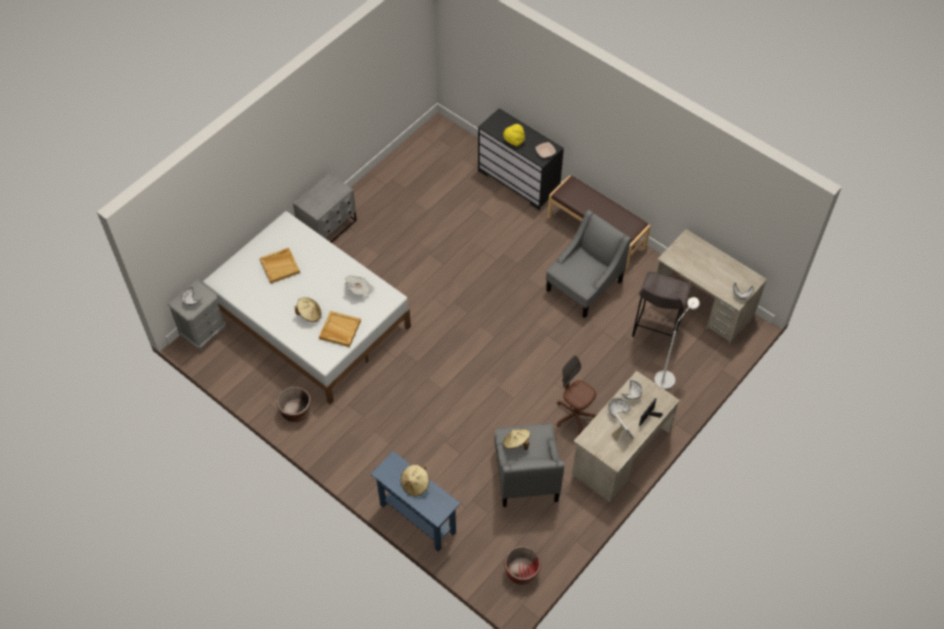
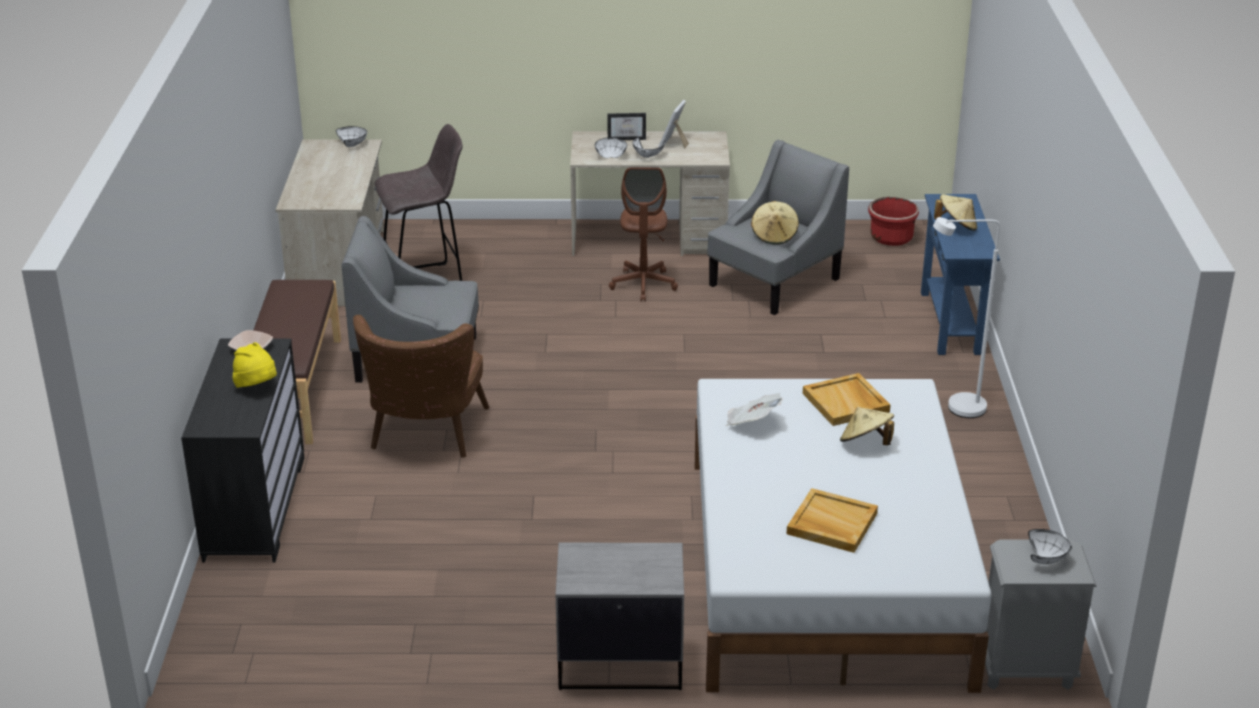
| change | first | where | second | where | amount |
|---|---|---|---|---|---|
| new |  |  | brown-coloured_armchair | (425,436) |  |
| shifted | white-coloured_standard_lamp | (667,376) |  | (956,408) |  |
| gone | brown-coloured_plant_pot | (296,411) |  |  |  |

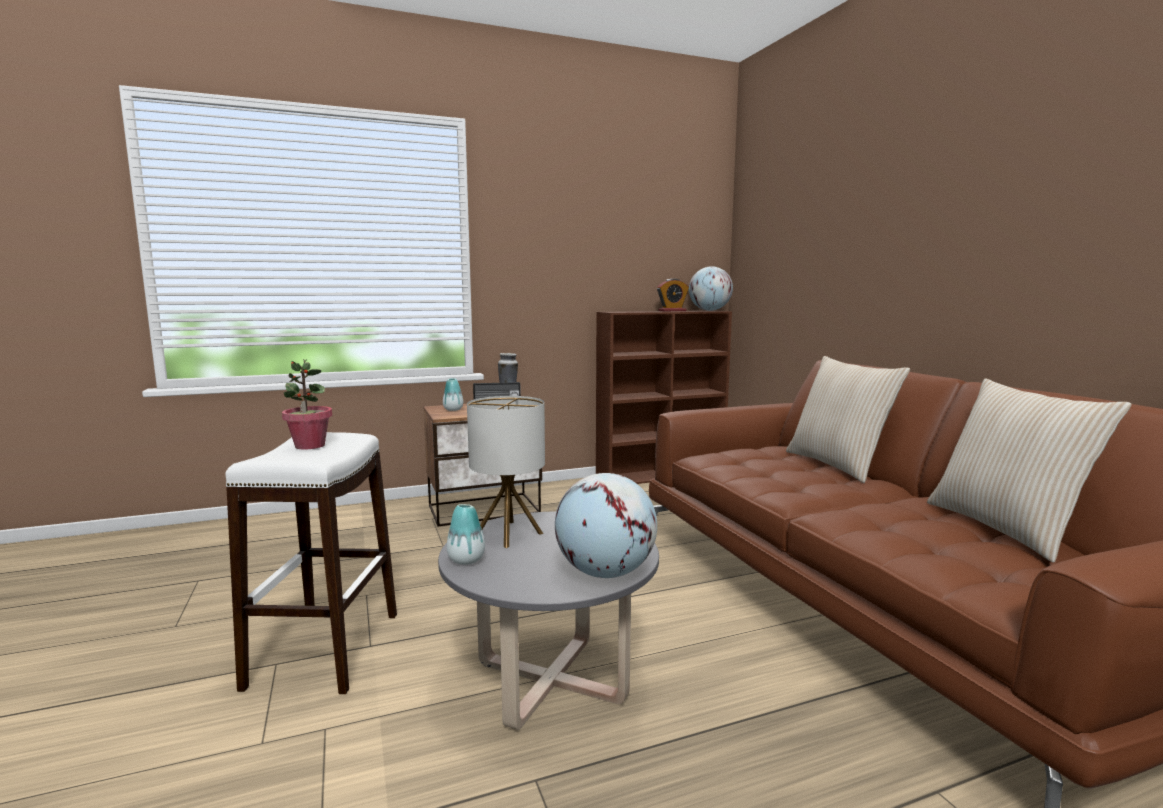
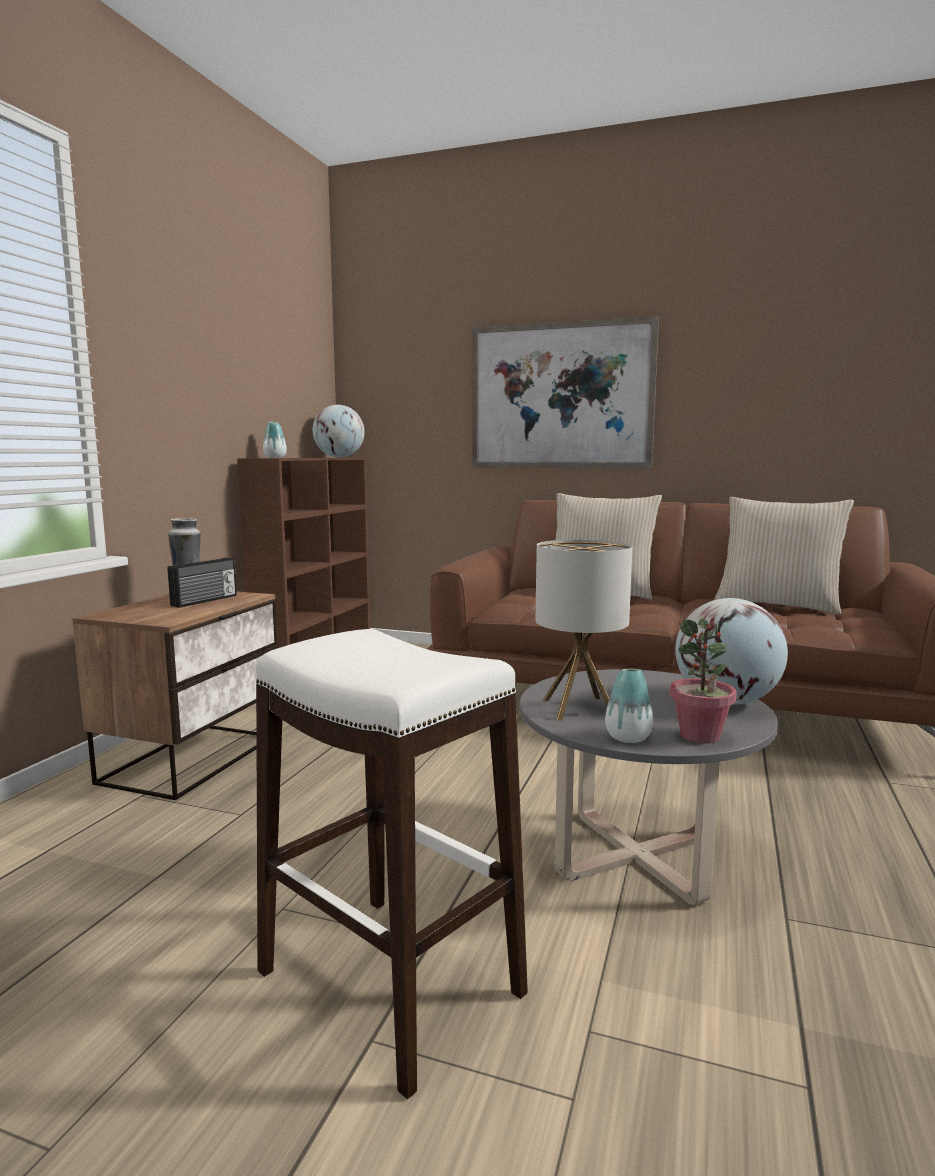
| change | first | where | second | where | amount |
|---|---|---|---|---|---|
| shifted | vase | (453,409) |  | (275,457) |  |
| new |  |  | wall_picture | (560,396) |  |
| shifted | potted_plant | (309,446) |  | (700,736) |  |
| gone | alarm_clock | (672,311) |  |  |  |

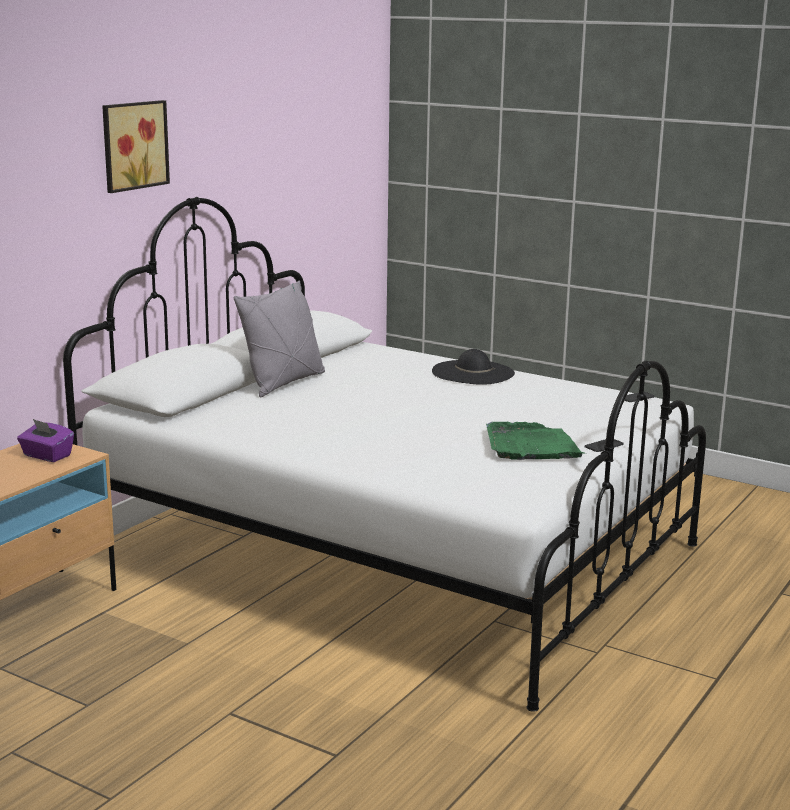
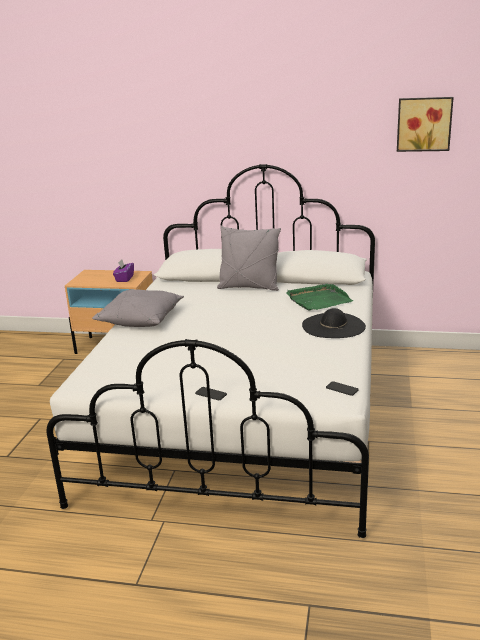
| change | first | where | second | where | amount |
|---|---|---|---|---|---|
| new |  |  | greyish_cushion | (141,319) |  |
| shifted | greenish_tray | (531,446) |  | (318,300) |  |
| shifted | wall_picture | (132,145) |  | (424,124) |  |

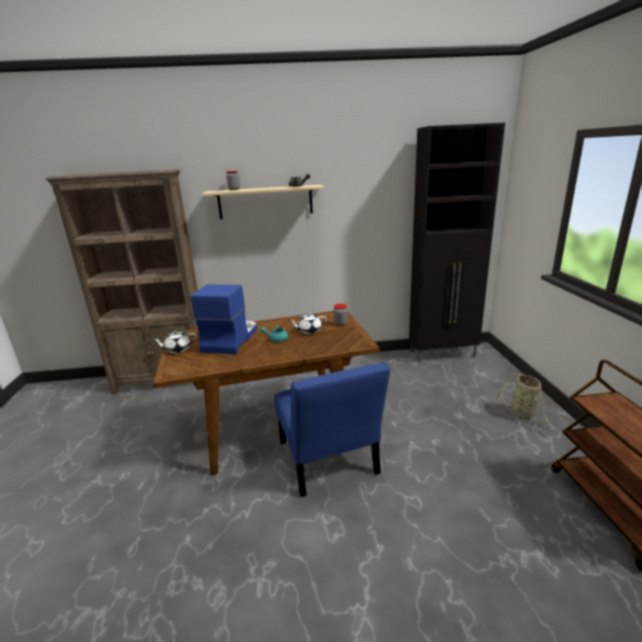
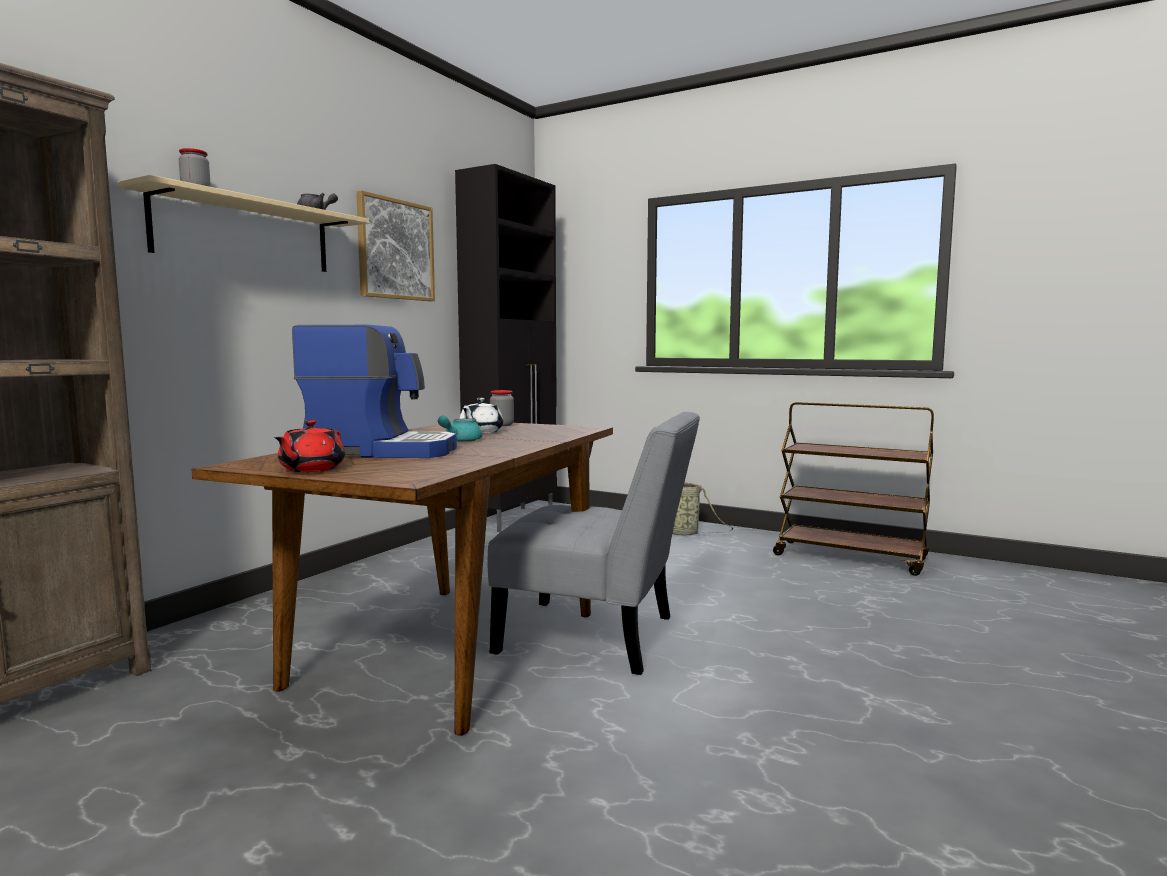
| change | first | where | second | where | amount |
|---|---|---|---|---|---|
| repainted | white-coloured_teapot | (177,349) | red_teapot | (311,469) |  |
| rotated | coffee_machine | (230,340) |  | (381,451) | 135 degrees clockwise |
| new |  |  | wall_picture | (395,249) |  |
| repainted | bluish_chair | (329,461) | greyish_chair | (597,637) |  |

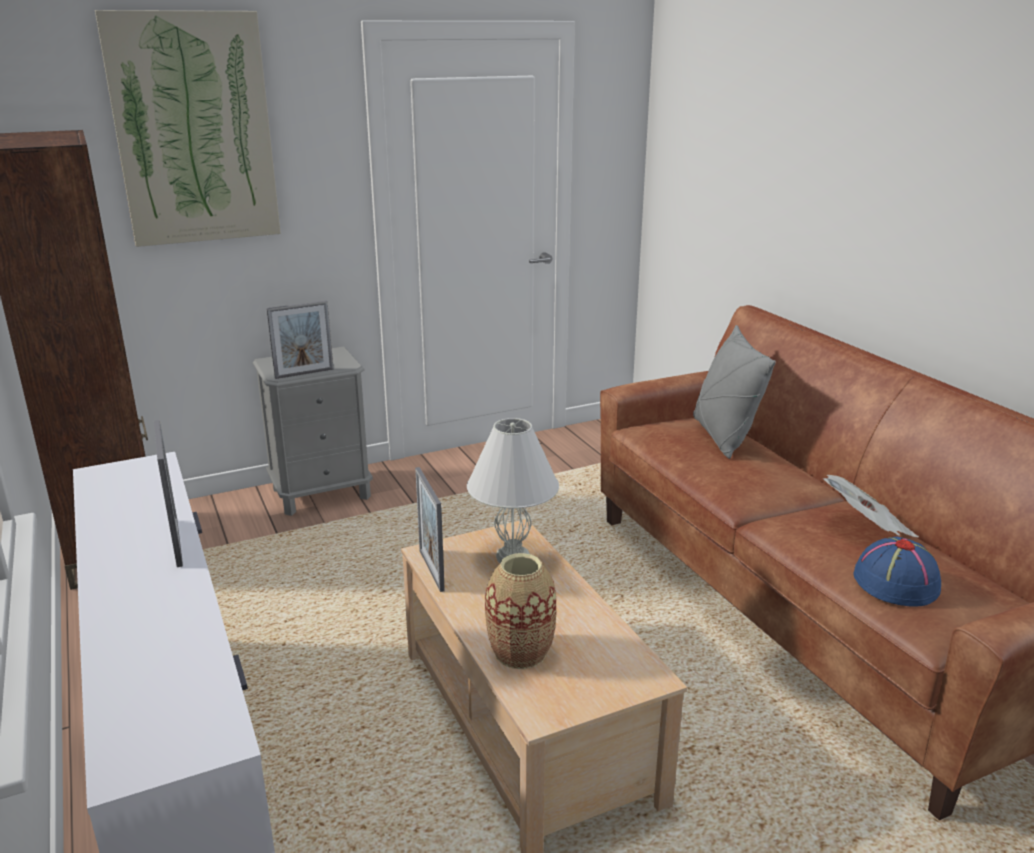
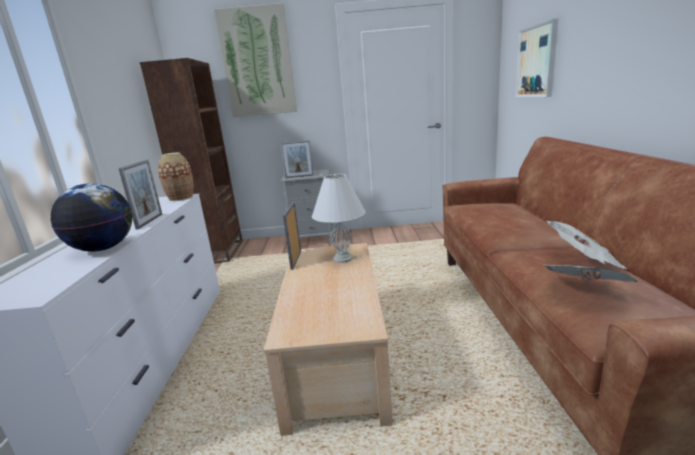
| change | first | where | second | where | amount |
|---|---|---|---|---|---|
| new |  |  | world_globe | (103,248) |  |
| shifted | vase | (520,652) |  | (181,198) |  |
| new |  |  | wall_picture | (536,61) |  |
| swapped | bluish_hat | (895,582) | daily_paper | (585,293) |  |
| gone | greyish_cushion | (723,437) |  |  |  |

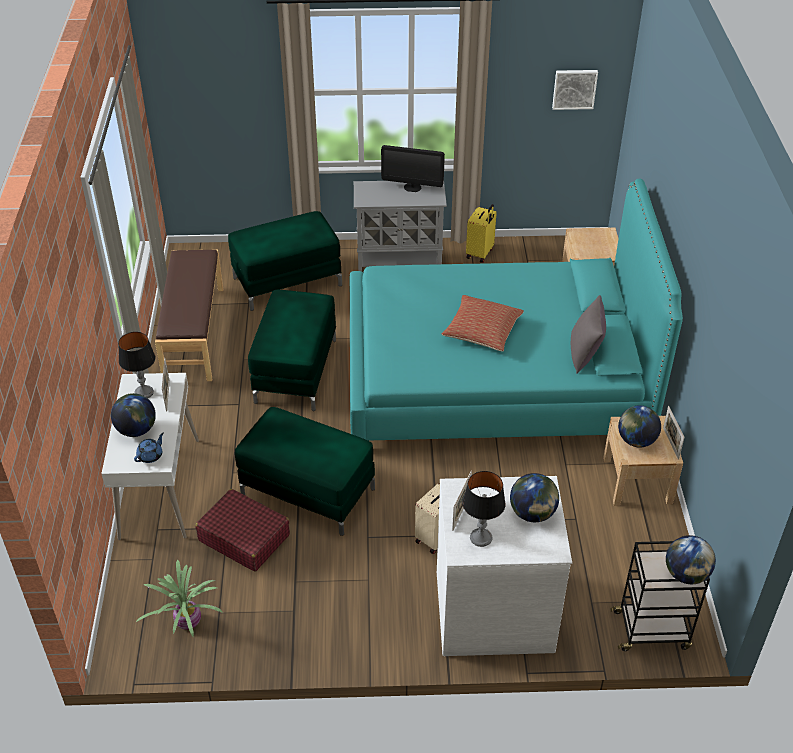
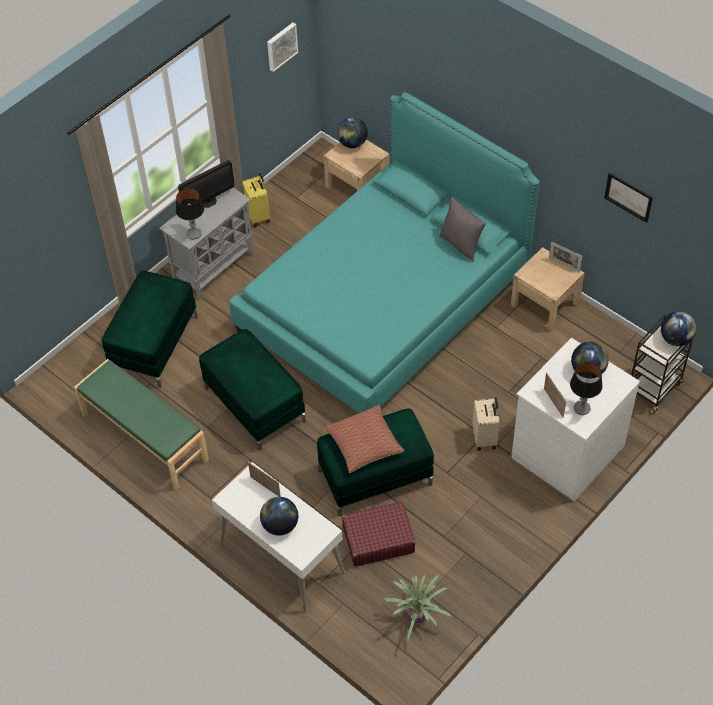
| change | first | where | second | where | amount |
|---|---|---|---|---|---|
| repainted | brown-coloured_long_seat | (193,333) | greenish_long_seat | (144,438) |  |
| shifted | tabletop_lamp | (144,393) |  | (194,234) |  |
| shifted | cushion | (482,331) |  | (364,444) |  |
| shifted | world_globe | (636,440) |  | (352,143) |  |
| new |  |  | wall_picture | (628,197) |  |
| gone | bluish_teapot | (150,455) |  |  |  |

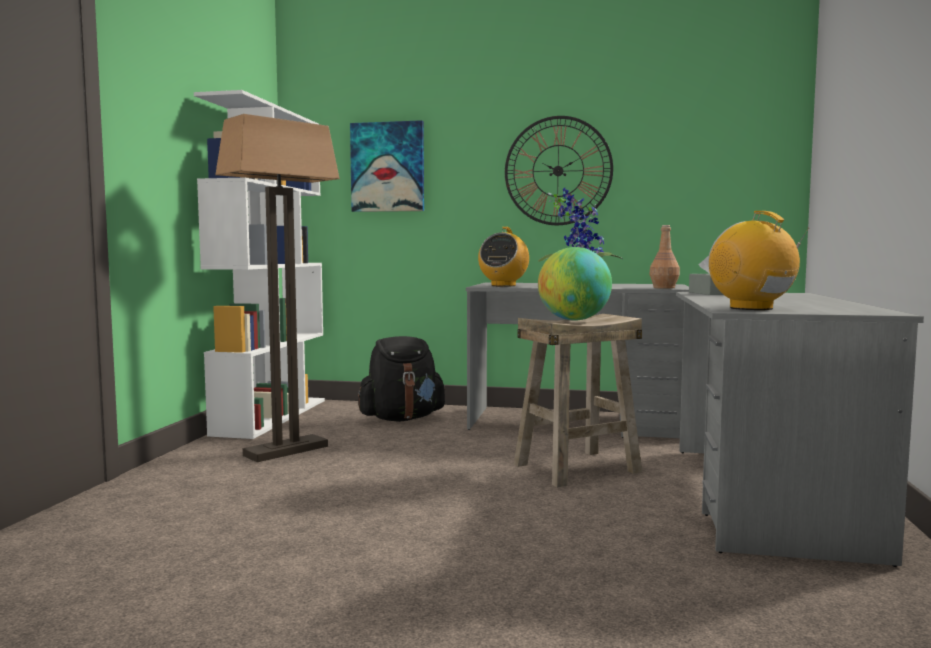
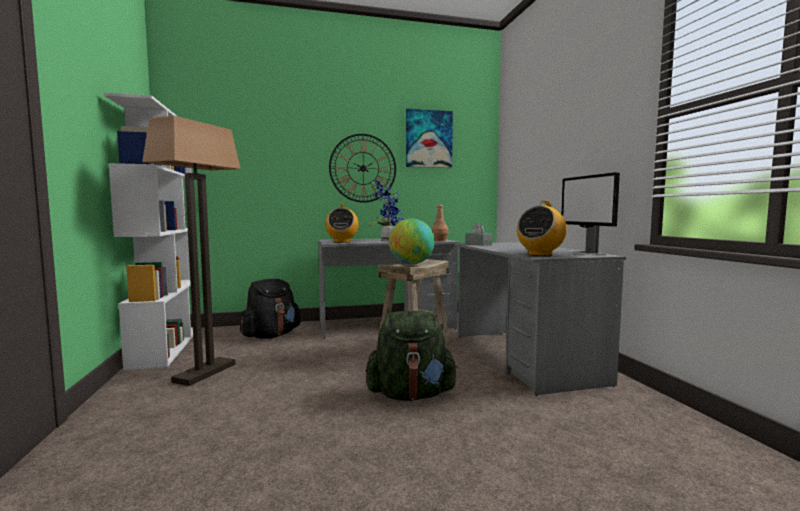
| change | first | where | second | where | amount |
|---|---|---|---|---|---|
| new |  |  | greenish_knapsack | (411,395) |  |
| shifted | wall_picture | (388,167) |  | (428,139) |  |
| rotated | radio_set | (752,308) |  | (540,255) | 90 degrees counterclockwise |
| new |  |  | monitor | (586,253) |  |

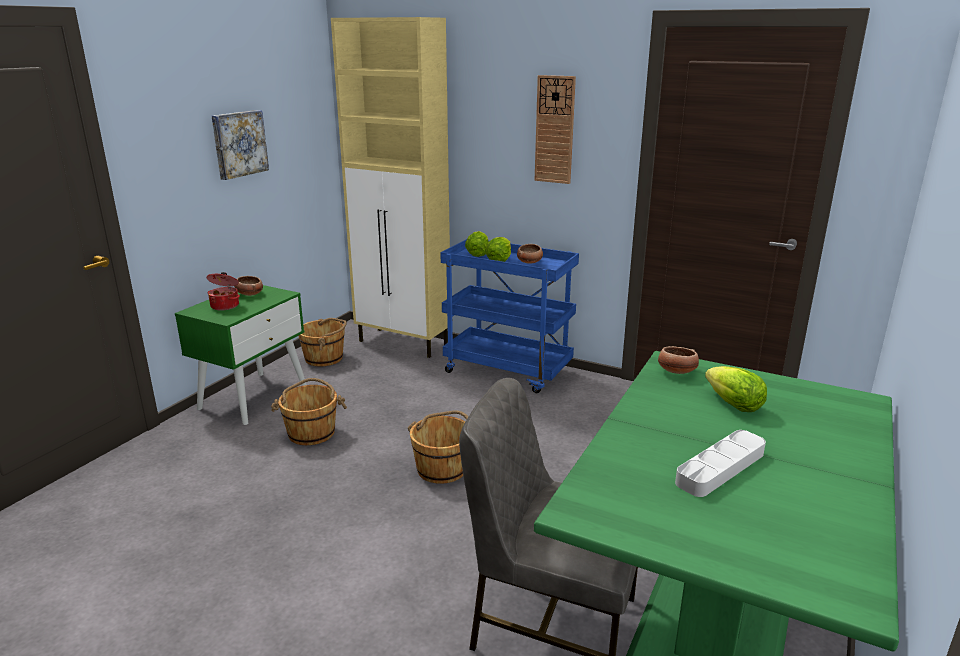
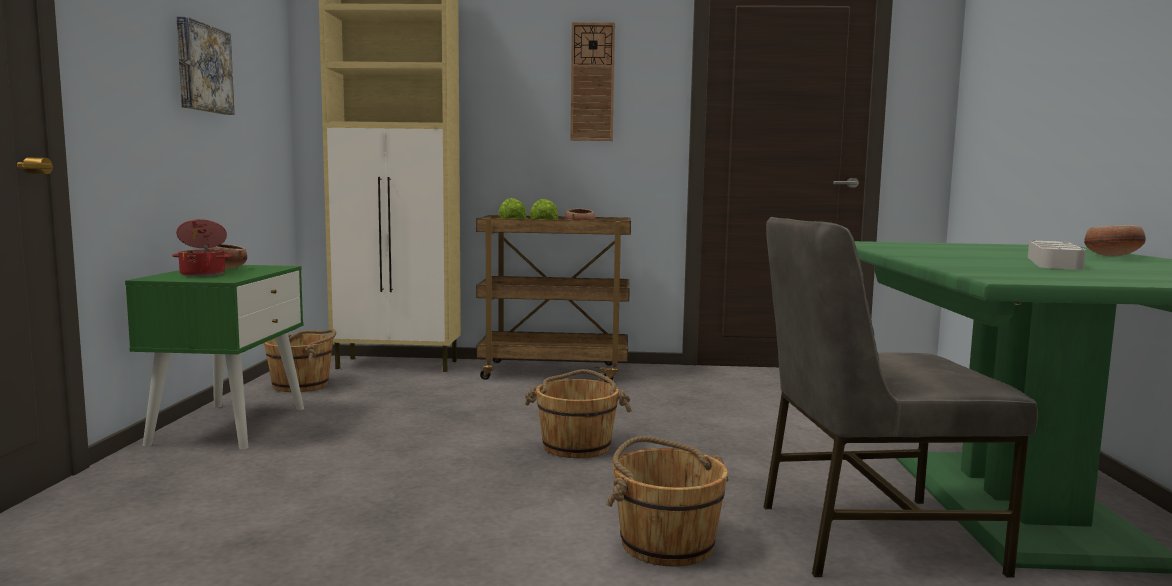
| change | first | where | second | where | amount |
|---|---|---|---|---|---|
| repainted | bluish_trolley | (508,371) | brown-coloured_trolley | (556,371) |  |
| shifted | brown-coloured_bucket | (311,432) |  | (666,543) |  |
| shifted | deep_dish | (676,372) |  | (1112,256) |  |
| gone | head_of_lettuce | (733,405) |  |  |  |

